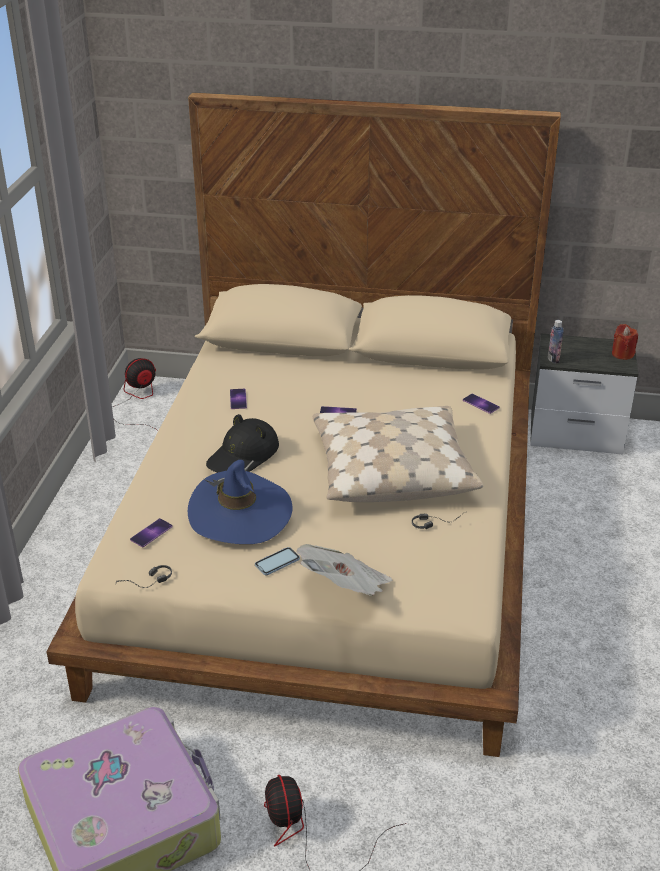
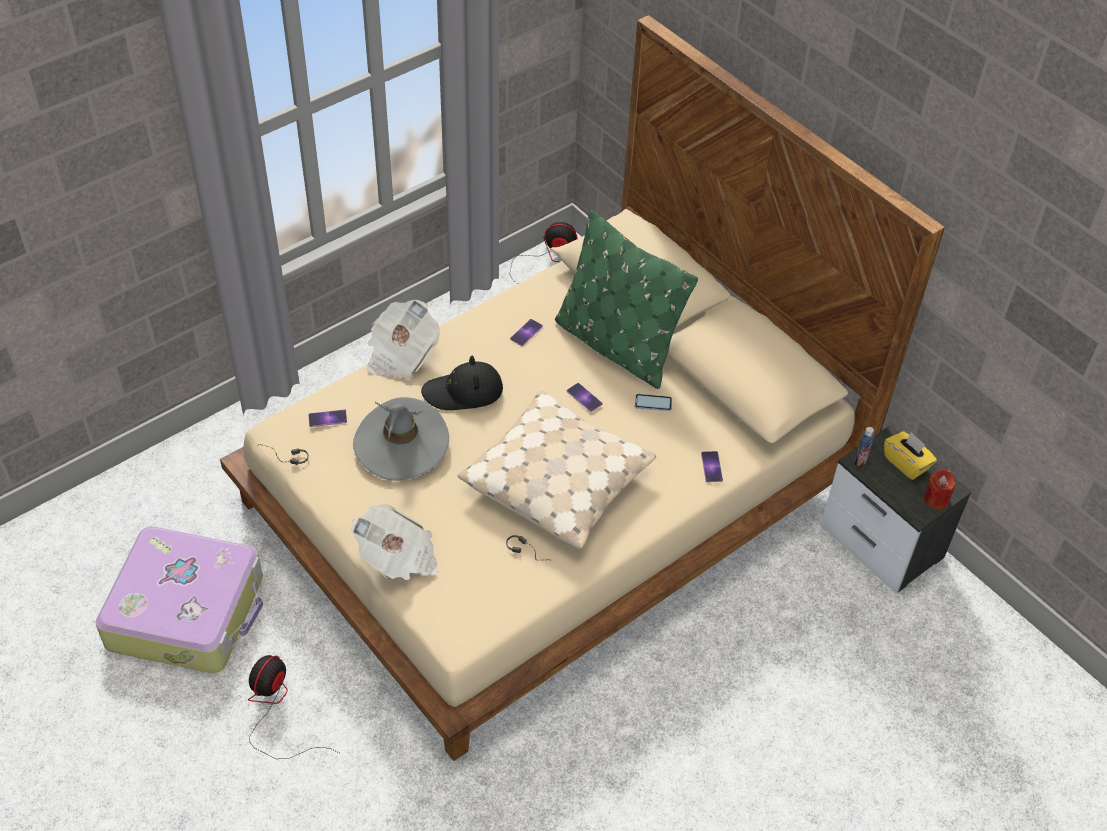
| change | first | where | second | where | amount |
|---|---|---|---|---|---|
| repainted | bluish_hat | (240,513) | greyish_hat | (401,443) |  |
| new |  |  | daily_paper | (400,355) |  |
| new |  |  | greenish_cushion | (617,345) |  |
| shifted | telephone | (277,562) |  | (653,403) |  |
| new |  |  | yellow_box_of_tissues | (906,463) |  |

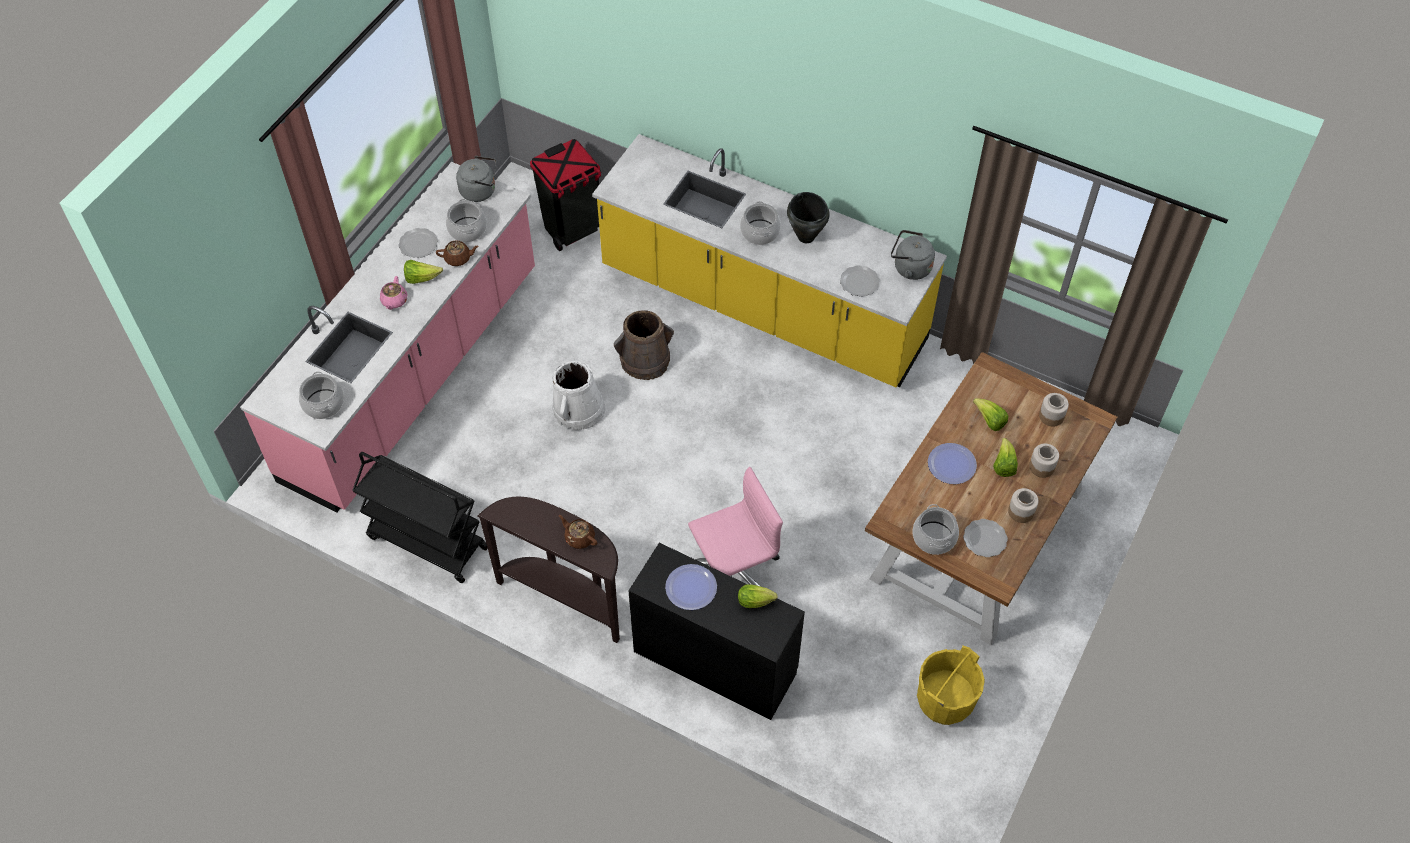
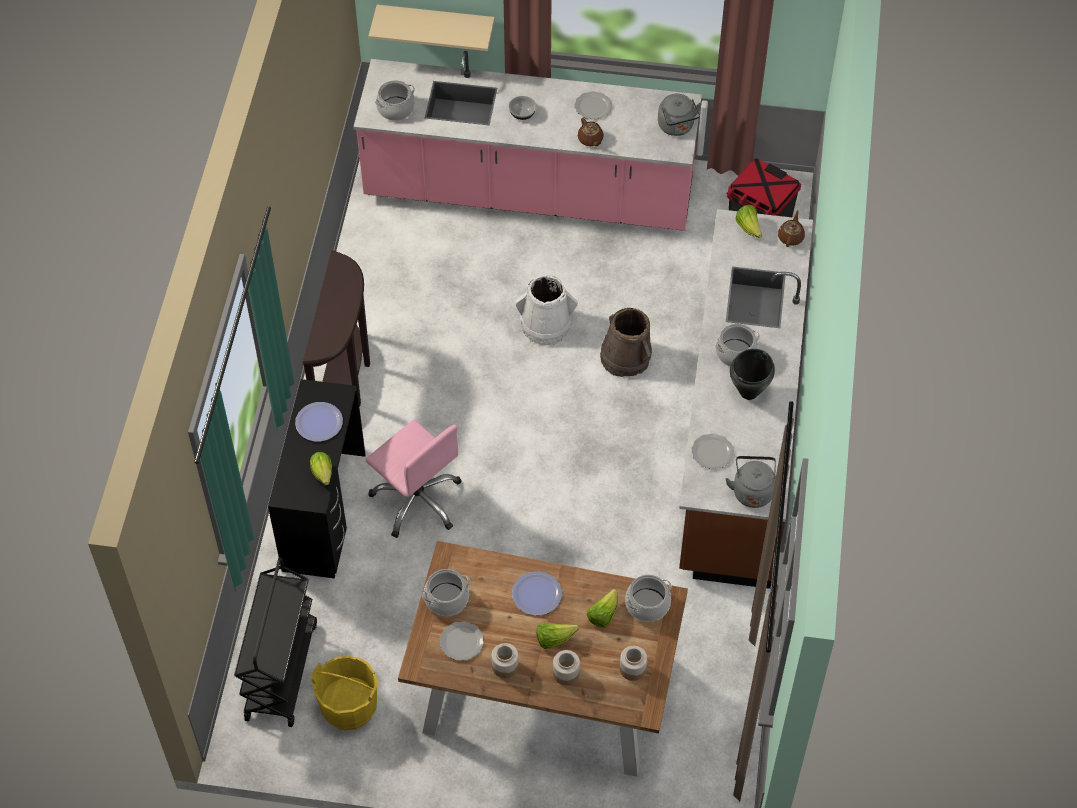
| change | first | where | second | where | amount |
|---|---|---|---|---|---|
| shifted | blackish_trolley | (426,542) |  | (281,670) |  |
| new |  |  | beige_wall_shelf | (436,23) |  |
| swapped | pink-coloured_teapot | (394,301) | deep_dish | (522,114) |  |
| shifted | cooking_pot | (468,229) |  | (647,605) |  |
| repainted | yellow_counter | (762,306) | brown-coloured_counter | (738,432) |  |
| shifted | head_of_lettuce | (421,278) |  | (749,228) |  |
| shifted | brown-coloured_teapot | (579,537) |  | (791,237) |  |

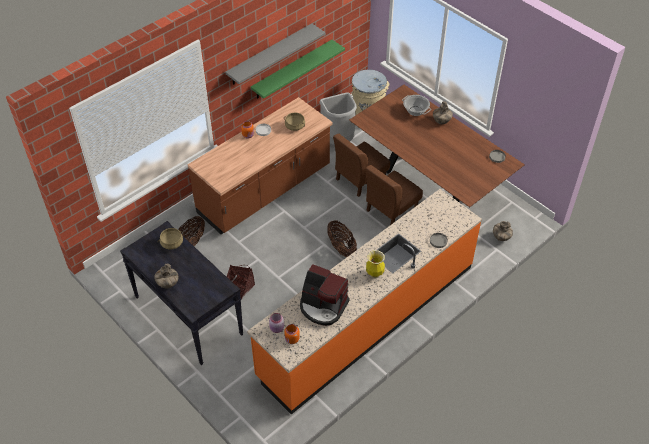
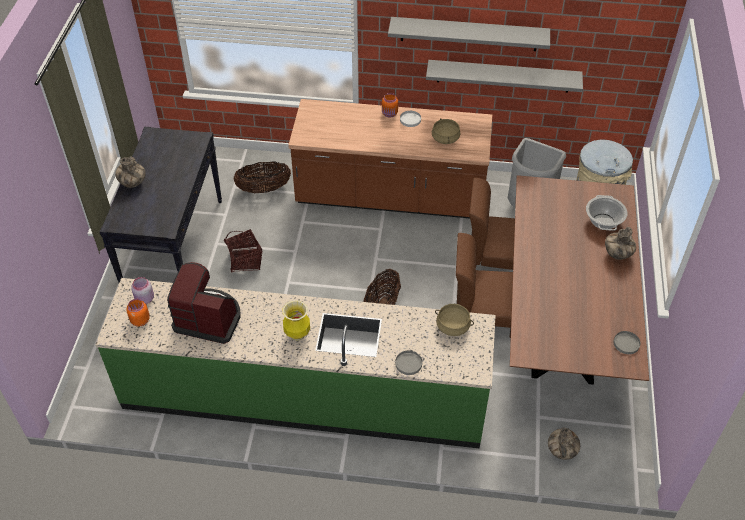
| change | first | where | second | where | amount |
|---|---|---|---|---|---|
| repainted | orange-coloured_counter | (367,319) | greenish_counter | (304,395) |  |
| rotated | coffee_machine | (323,306) |  | (208,318) | 120 degrees clockwise |
| repainted | greenish_wall_shelf | (292,69) | greyish_wall_shelf | (503,76) |  |
| shifted | beige_cooking_pot | (172,243) |  | (453,326) |  |

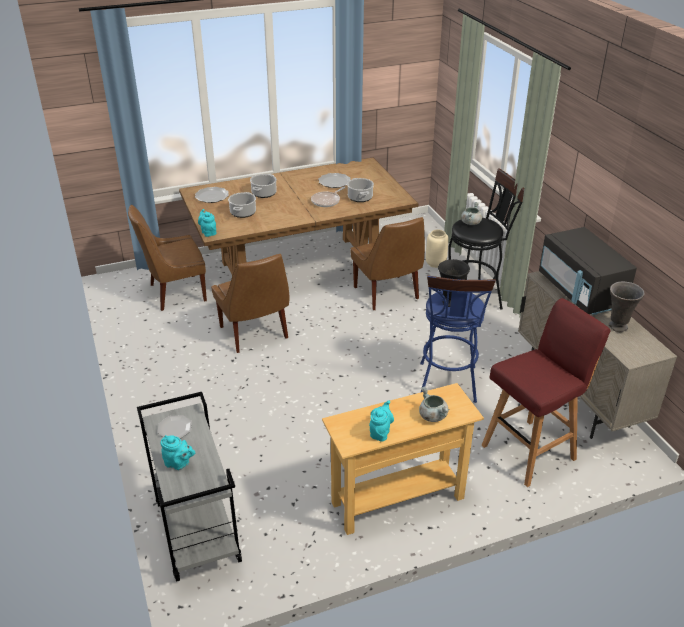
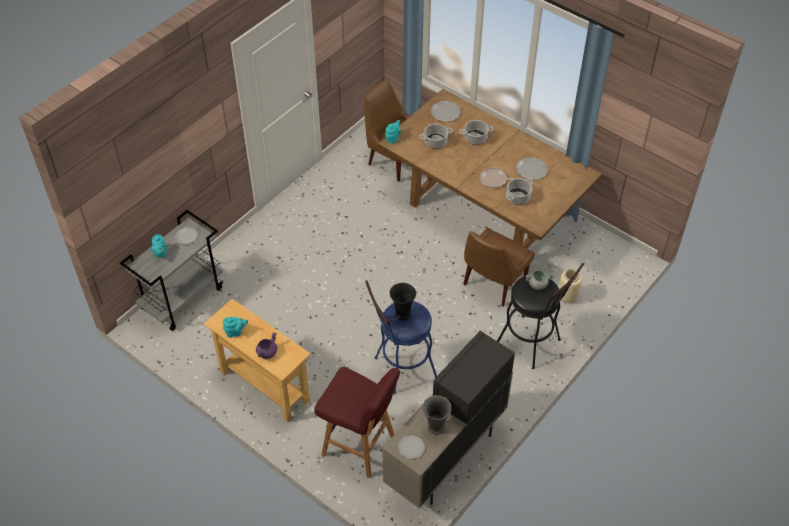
| change | first | where | second | where | amount |
|---|---|---|---|---|---|
| repainted | greyish_cooking_pot | (432,416) | purple-coloured_cooking_pot | (267,352) |  |
| new |  |  | flat_dish | (411,447) |  |
| gone | brown-coloured_chair | (255,334) |  |  |  |

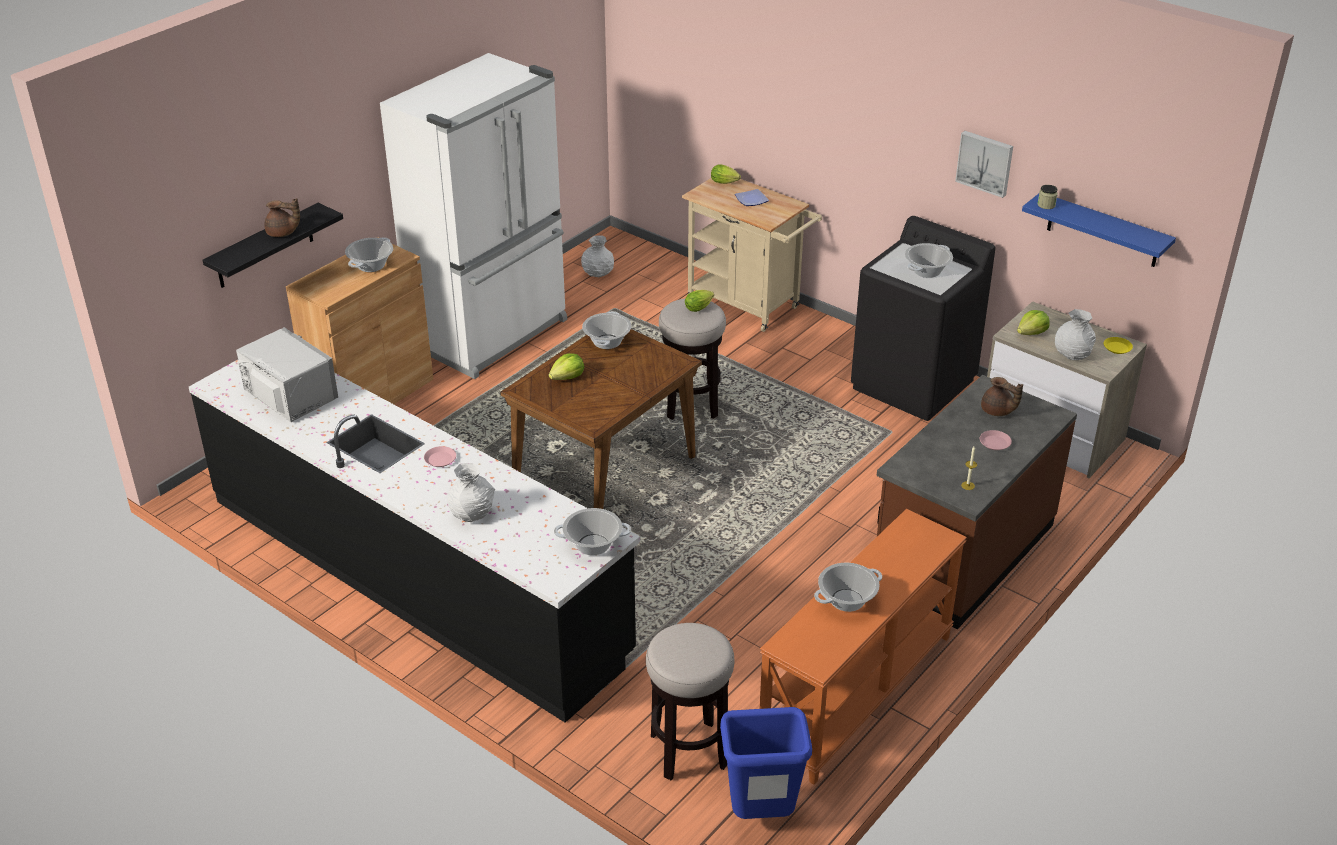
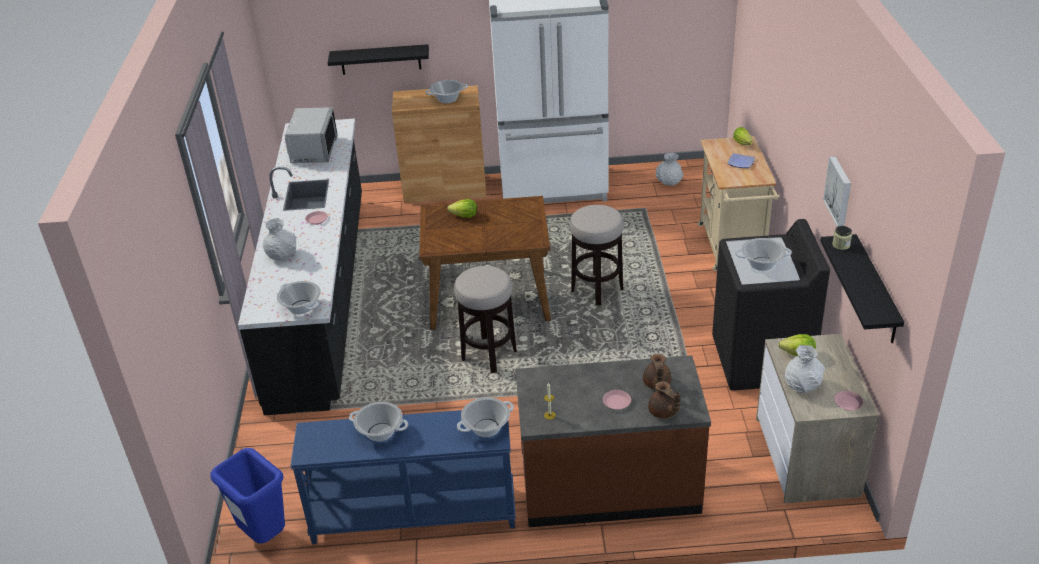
| change | first | where | second | where | amount |
|---|---|---|---|---|---|
| repainted | orange-coloured_hall_table | (857,693) | bluish_hall_table | (413,516) |  |
| shifted | stool | (689,751) |  | (488,355) |  |
| shifted | cooking_pot | (607,342) |  | (486,427) |  |
| shifted | brown-coloured_teapot | (282,233) |  | (663,412) |  |
| repainted | bluish_wall_shelf | (1103,231) | blackish_wall_shelf | (876,290) |  |
| repainted | yellow_flat_dish | (1117,348) | pink-coloured_flat_dish | (848,403) |  |
| gone | head_of_lettuce | (700,307) |  |  |  |

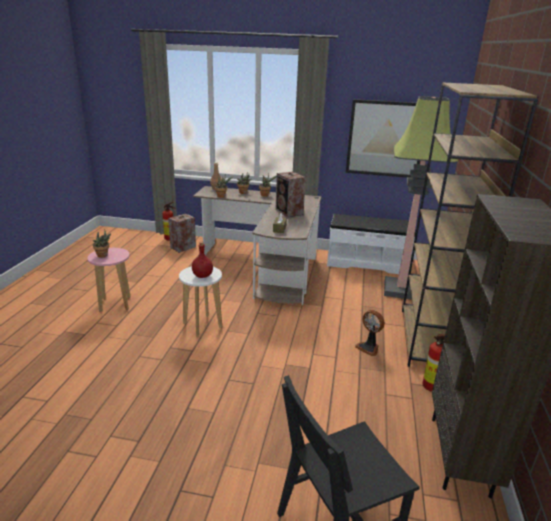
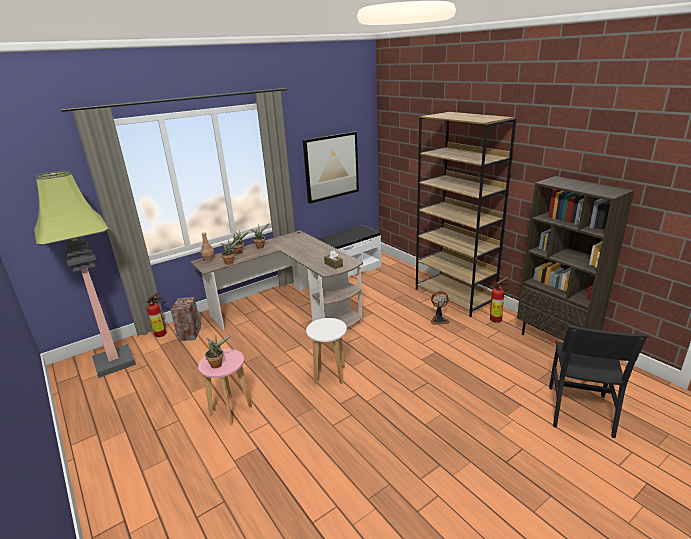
| change | first | where | second | where | amount |
|---|---|---|---|---|---|
| shifted | standard_lamp | (401,290) |  | (115,362) |  |
| gone | red_bottle | (202,275) |  |  |  |
| gone | speaker | (289,212) |  |  |  |

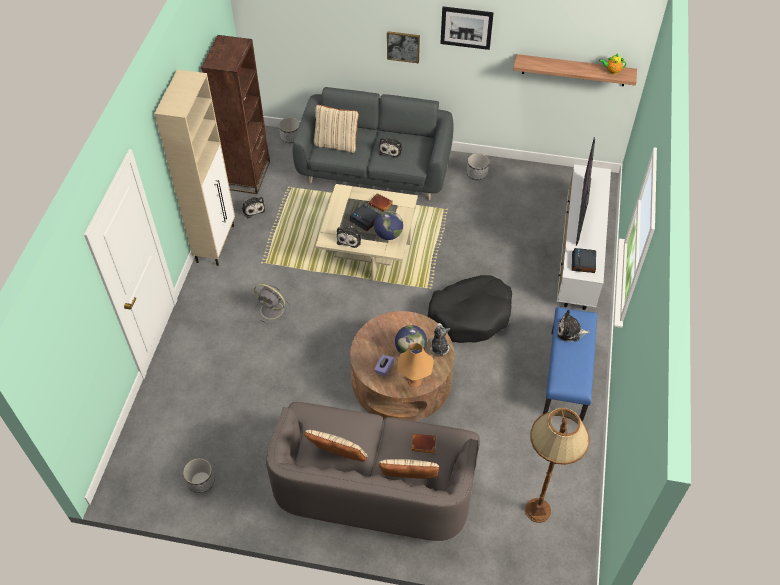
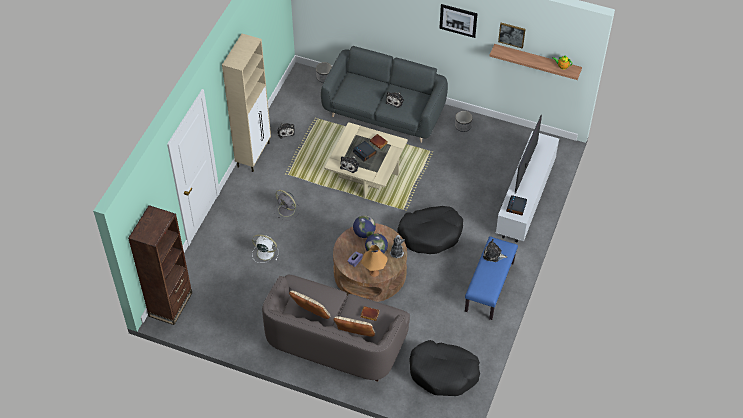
| change | first | where | second | where | amount |
|---|---|---|---|---|---|
| shifted | brown-coloured_bookshelf | (248,175) |  | (170,304) |  |
| new |  |  | white-coloured_cooling_fan | (264,253) |  |
| shifted | world_globe | (388,235) |  | (364,233) |  |
| swapped | brown-coloured_standard_lamp | (537,510) | blackish_pet_bed | (443,373) |  |
| shifted | wall_picture | (403,46) |  | (512,34) |  |
| gone | plant_pot | (201,481) |  |  |  |
| gone | beige_cushion | (336,144) |  |  |  |

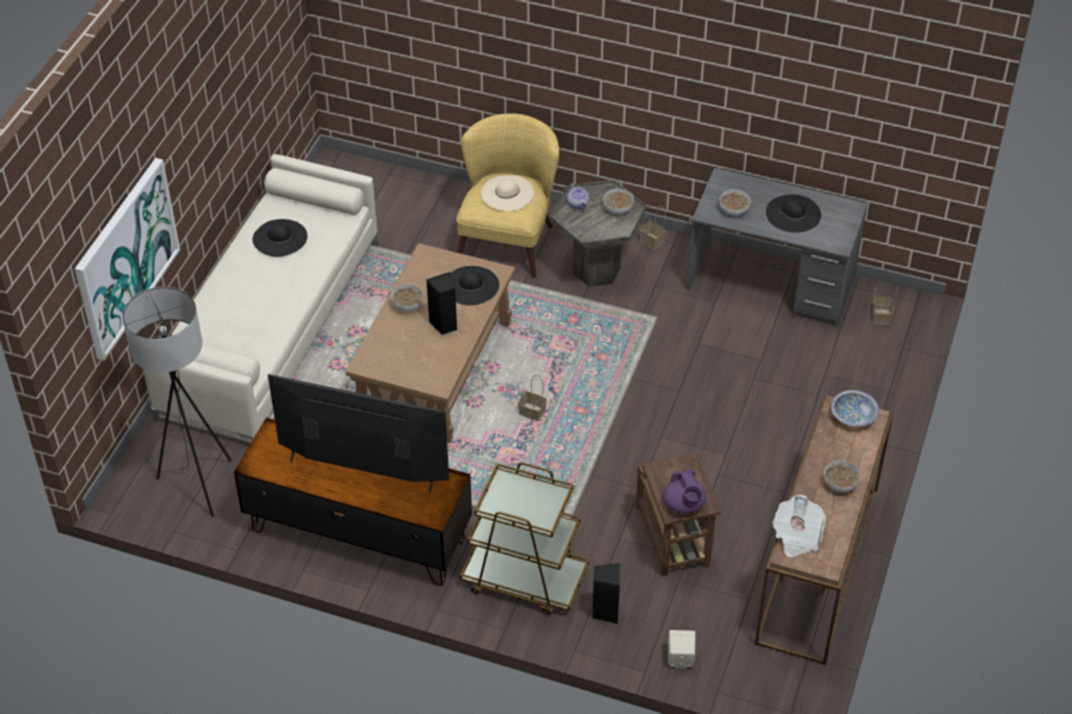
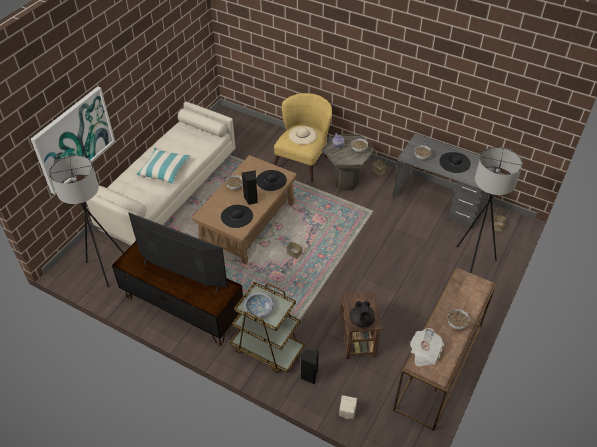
| change | first | where | second | where | amount |
|---|---|---|---|---|---|
| new |  |  | cushion | (165,170) |  |
| shifted | blackish_hat | (280,238) |  | (237,216) |  |
| shifted | deep_dish | (853,416) |  | (259,309) |  |
| repainted | purple-coloured_teapot | (684,505) | blackish_teapot | (361,321) |  |
| new |  |  | greyish_standard_lamp | (470,259) |  |

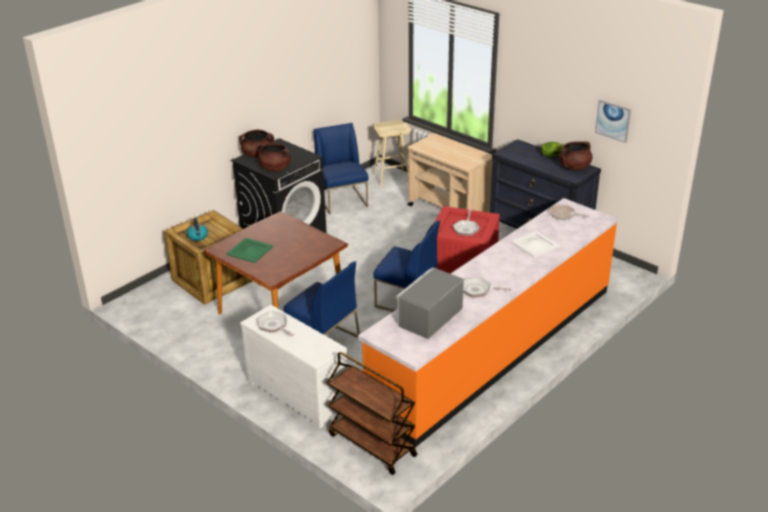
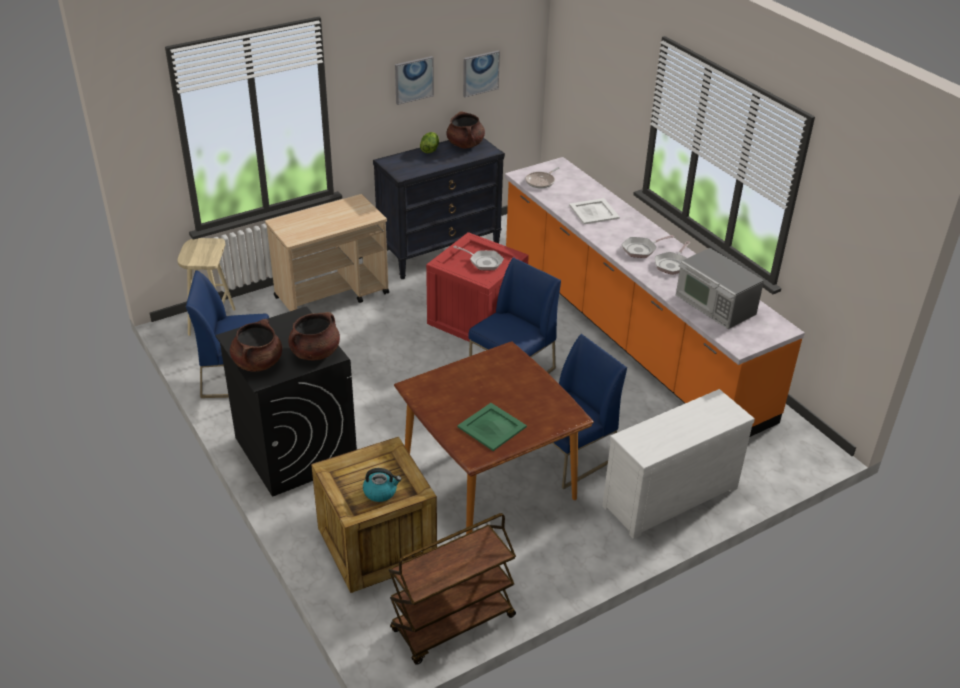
| change | first | where | second | where | amount |
|---|---|---|---|---|---|
| shifted | brown-coloured_trolley | (371,445) |  | (453,624) |  |
| new |  |  | wall_picture | (414,80) |  |
| shifted | frying_pan | (274,326) |  | (641,249) |  |

